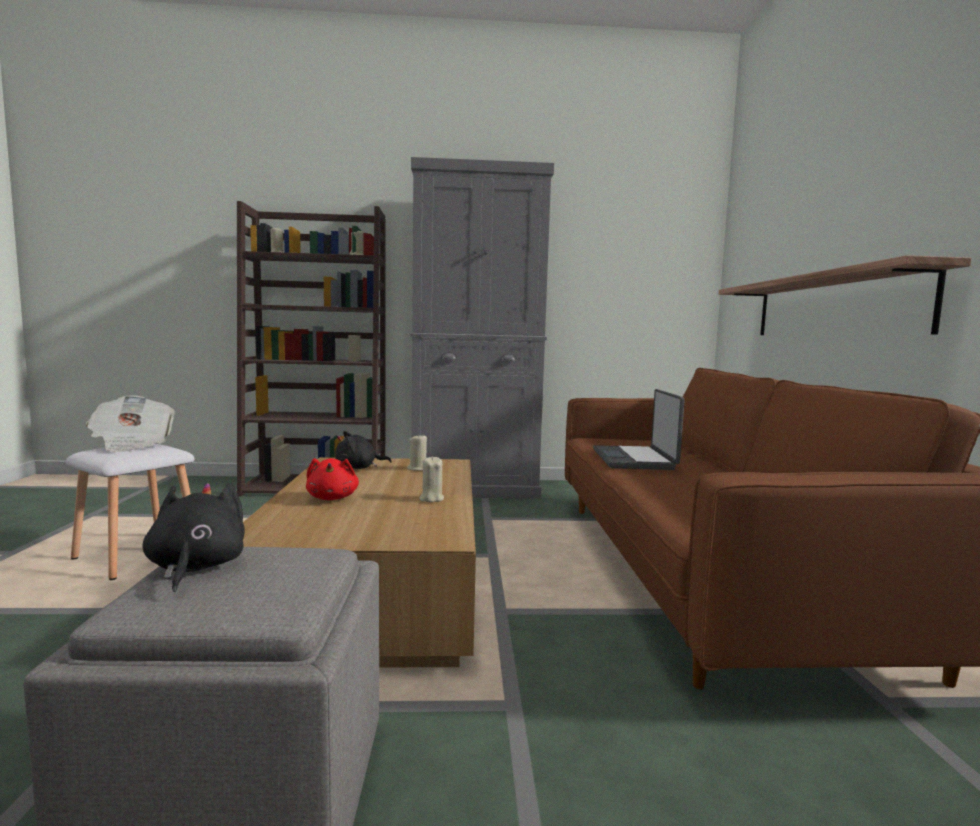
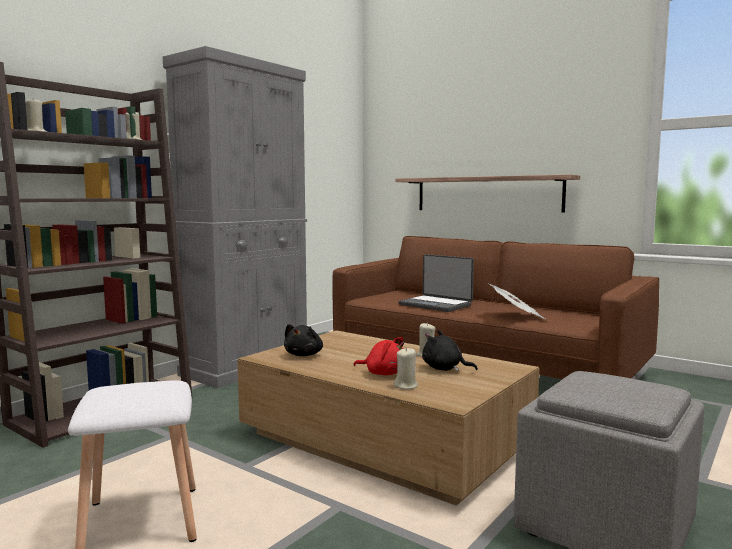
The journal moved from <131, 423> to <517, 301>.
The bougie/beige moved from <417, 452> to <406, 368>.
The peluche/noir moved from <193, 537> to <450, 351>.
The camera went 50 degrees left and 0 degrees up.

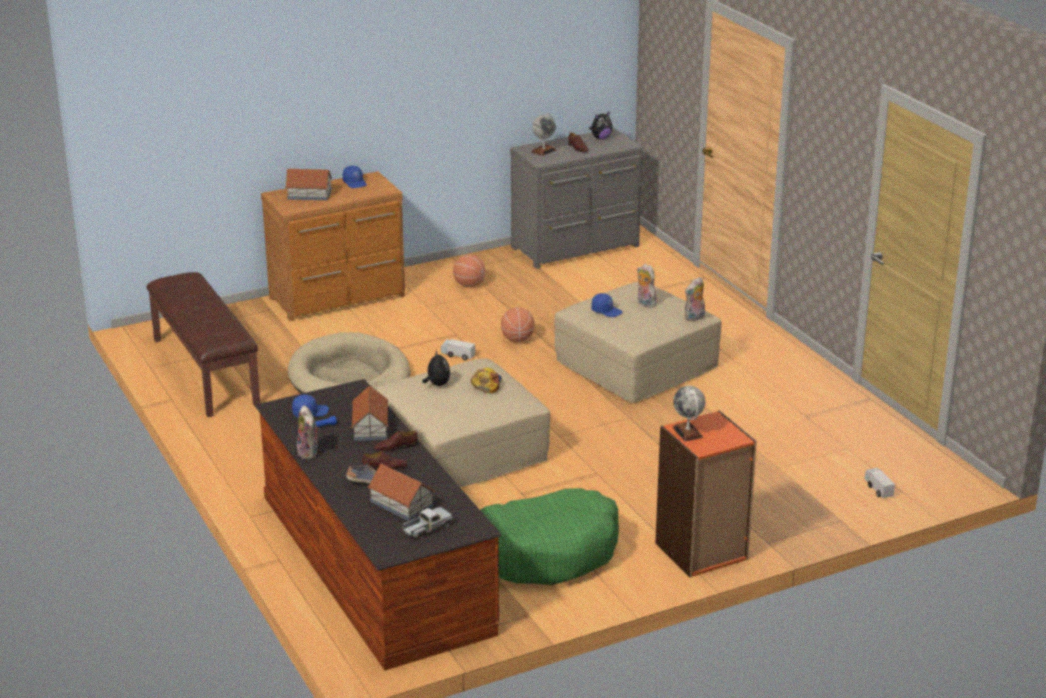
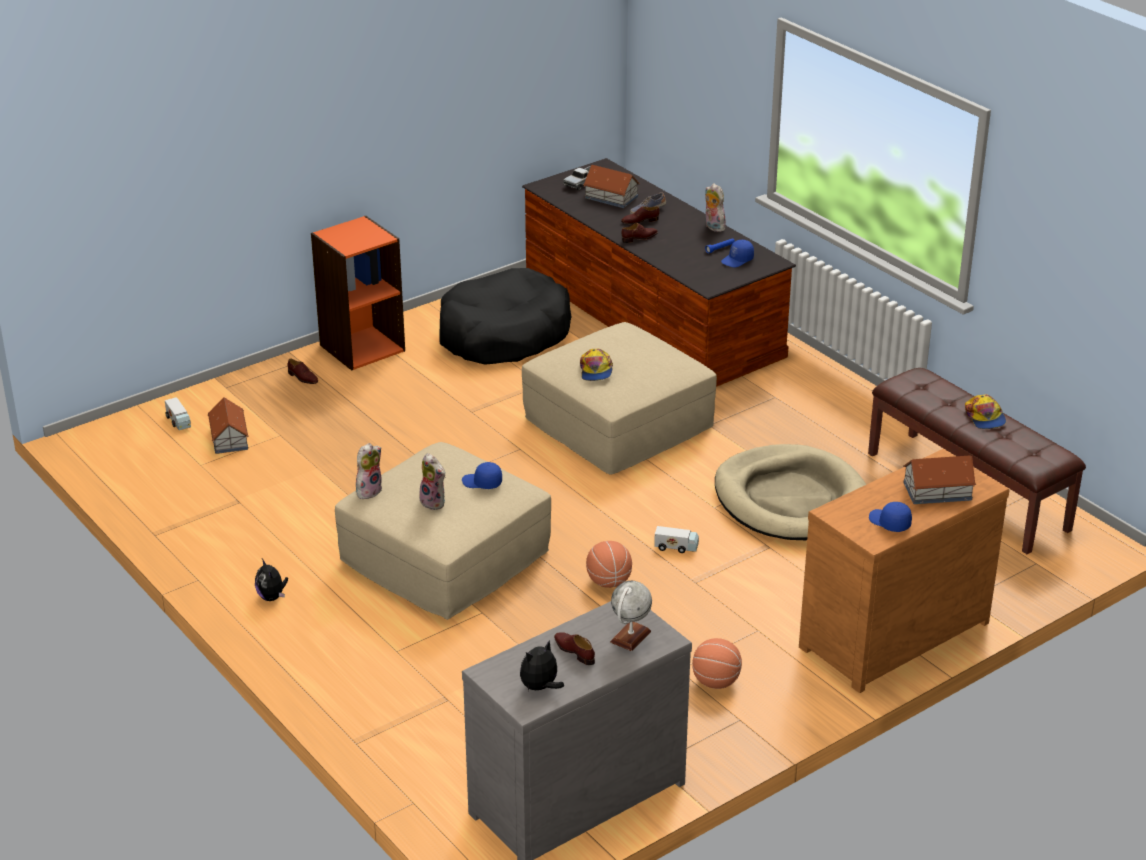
The peluche moved from <436, 368> to <271, 580>.
The maison miniature moved from <370, 413> to <228, 425>.
The globe at <688, 413> disappeared.
The panier pour chien/vert at <549, 536> became the panier pour chien/noir at <505, 316>.
The chaussure/marron at <303, 371> appeared.
The casquette at <985, 411> appeared.
The camera went 170 degrees right and 5 degrees up.

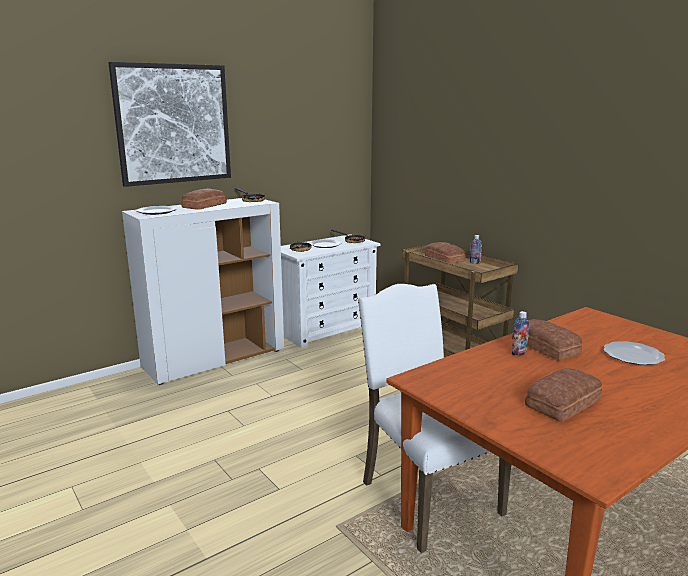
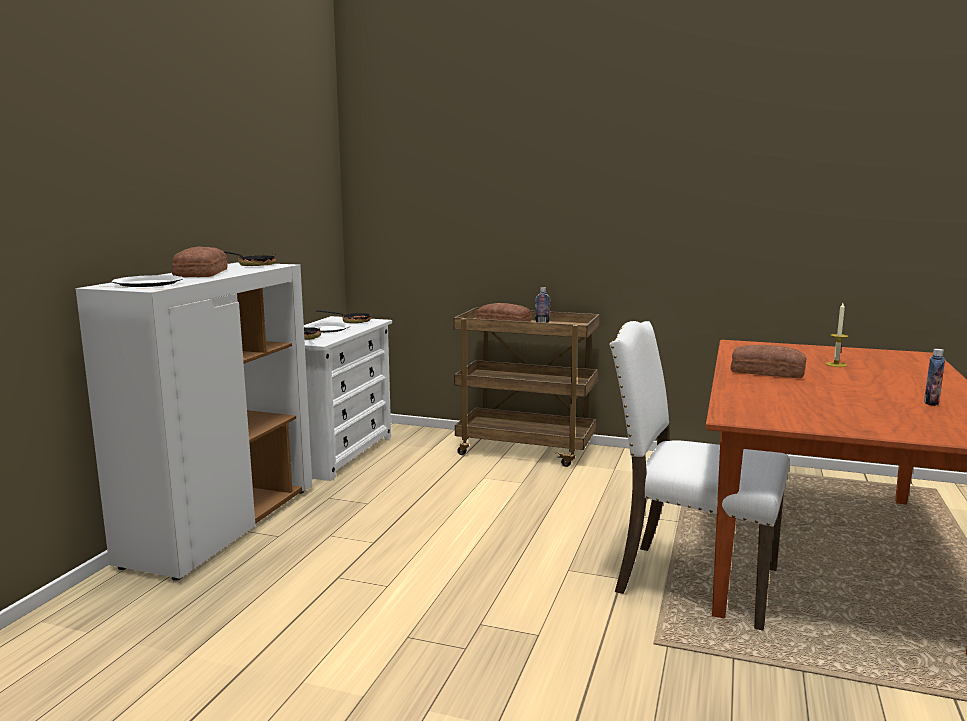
The tableau at <169, 124> disappeared.
The bouteille moved from <521, 333> to <934, 377>.
The assiette at <634, 353> was replaced by the bougie at <837, 335>.
The pain at <563, 395> disappeared.
The camera went 35 degrees left and 5 degrees down.

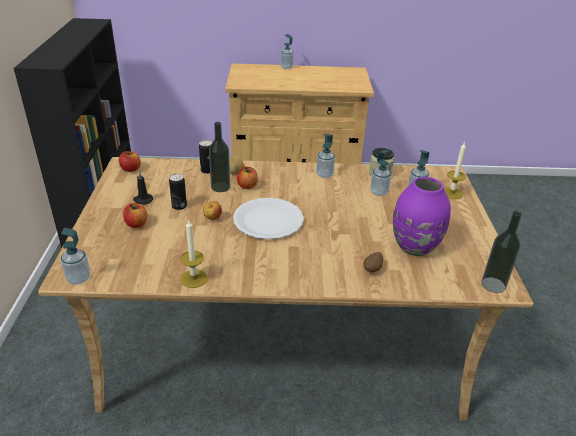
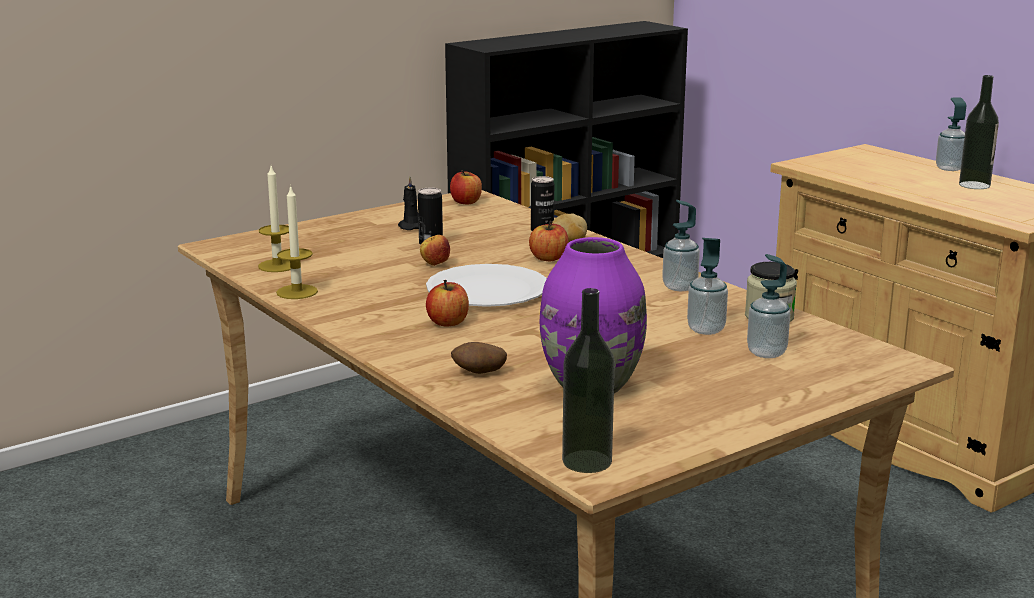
The bouteille moved from <219, 157> to <979, 132>.
The bougie moved from <455, 170> to <274, 219>.
The pomme moved from <135, 215> to <447, 303>.
The distributeur de savon at <75, 256> disappeared.
The camera went 55 degrees right and 15 degrees down.

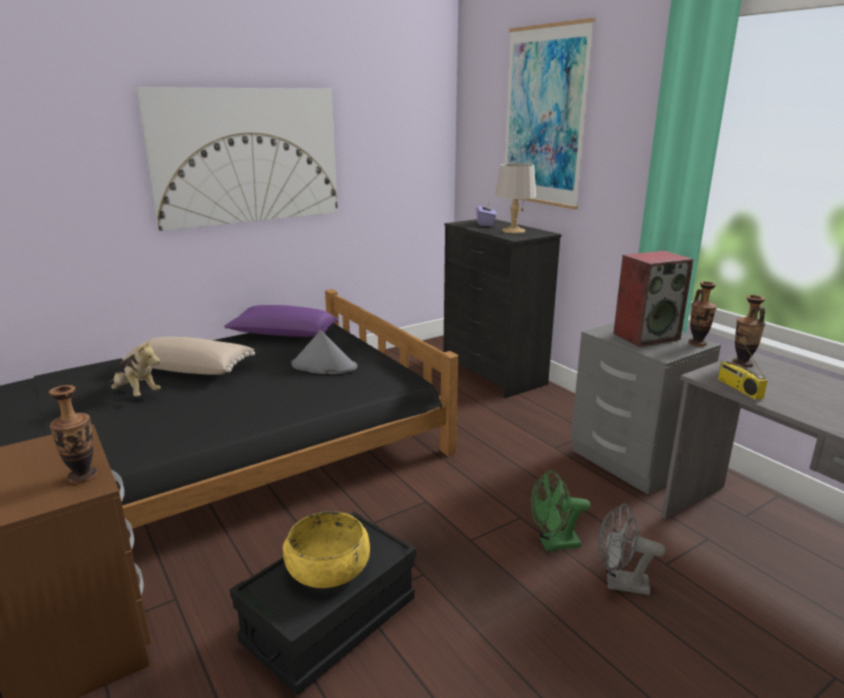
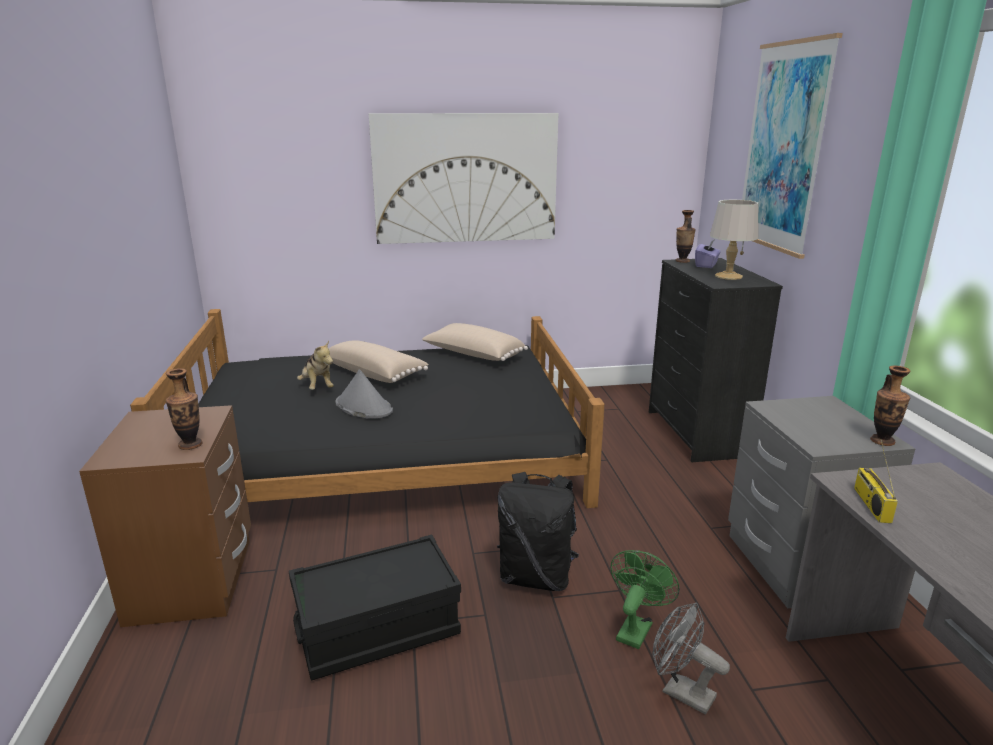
The enceinte at <653, 299> disappeared.
The vase moved from <748, 331> to <685, 236>.
The coussin/violet at <281, 321> became the coussin/beige at <475, 342>.
The chapeau/gris moved from <324, 352> to <364, 393>.
The ventilateur/vert at <560, 510> turned 105 degrees clockwise.
The bol/jaune at <326, 550> disappeared.
The sac à dos/noir at <538, 531> appeared.
The camera went 25 degrees right and 0 degrees up.

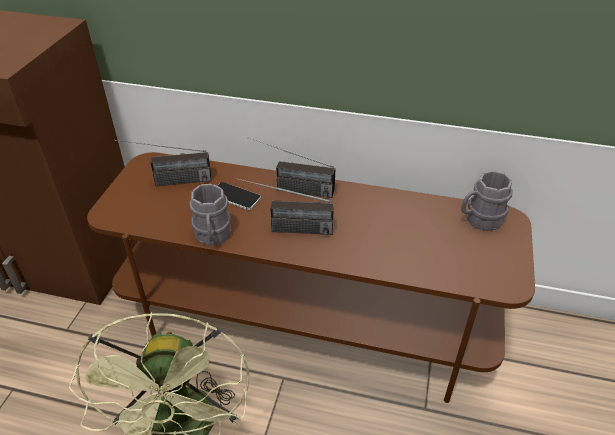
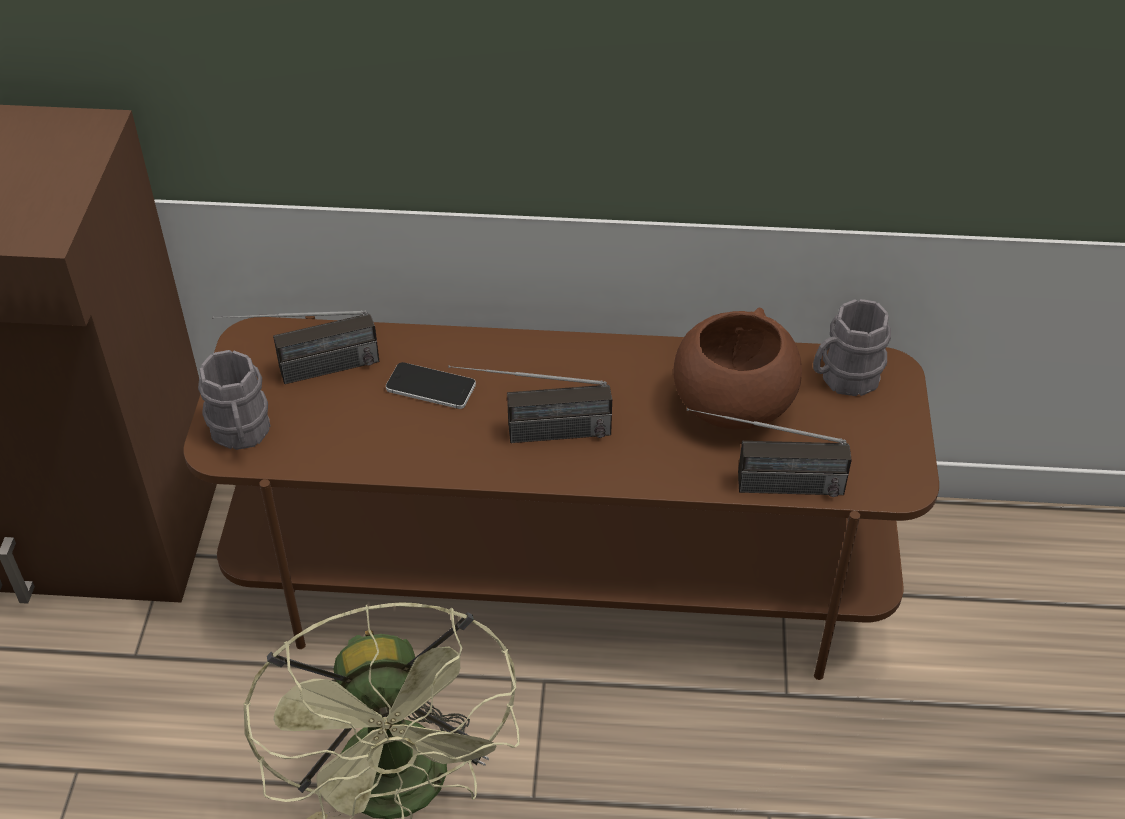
The radio moved from <292, 167> to <769, 452>.
The mug/gris moved from <210, 214> to <234, 400>.
The bol/marron at <737, 368> appeared.
The camera went 10 degrees left and 5 degrees up.

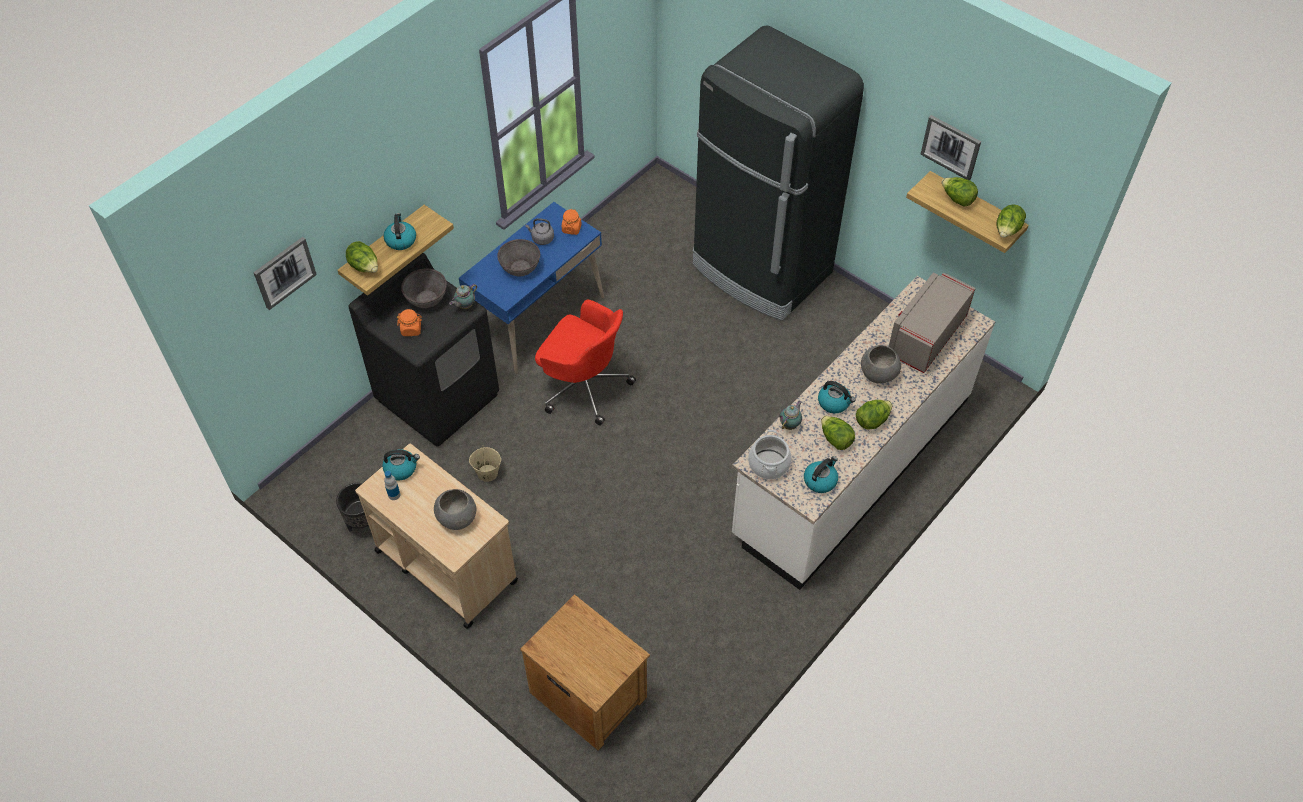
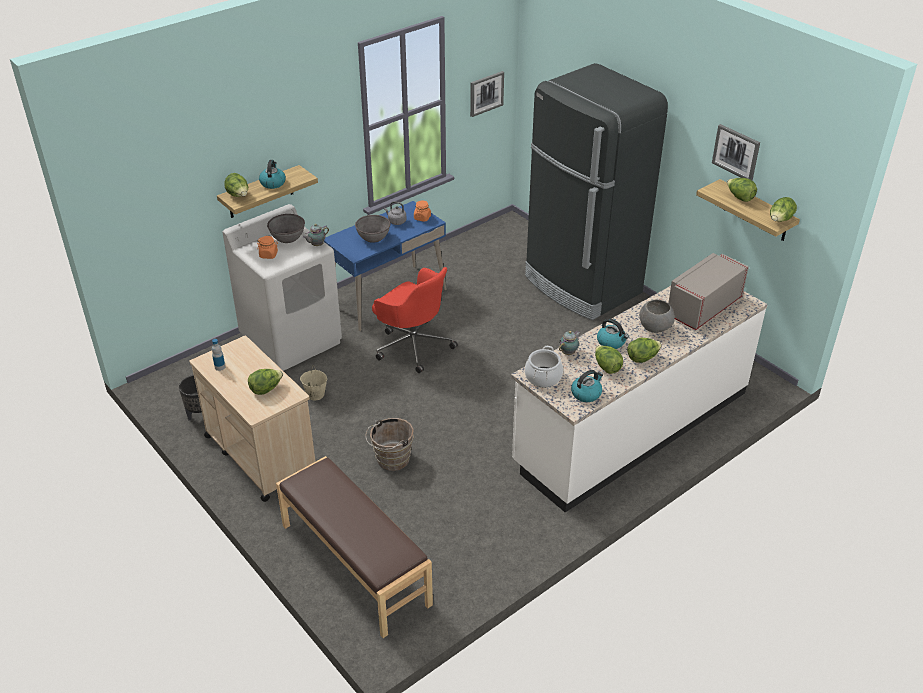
The tableau moved from <285, 273> to <487, 94>.
The lave-linge/noir at <424, 350> became the lave-linge/blanc at <282, 287>.
The bouilloire at <401, 465> disappeared.
The bol/gris at <455, 509> was replaced by the laitue at <265, 382>.
The table de chevet/marron at <585, 672> was replaced by the banc/marron at <354, 547>.
The seau/marron at <390, 444> appeared.
The camera went 10 degrees right and 15 degrees down.

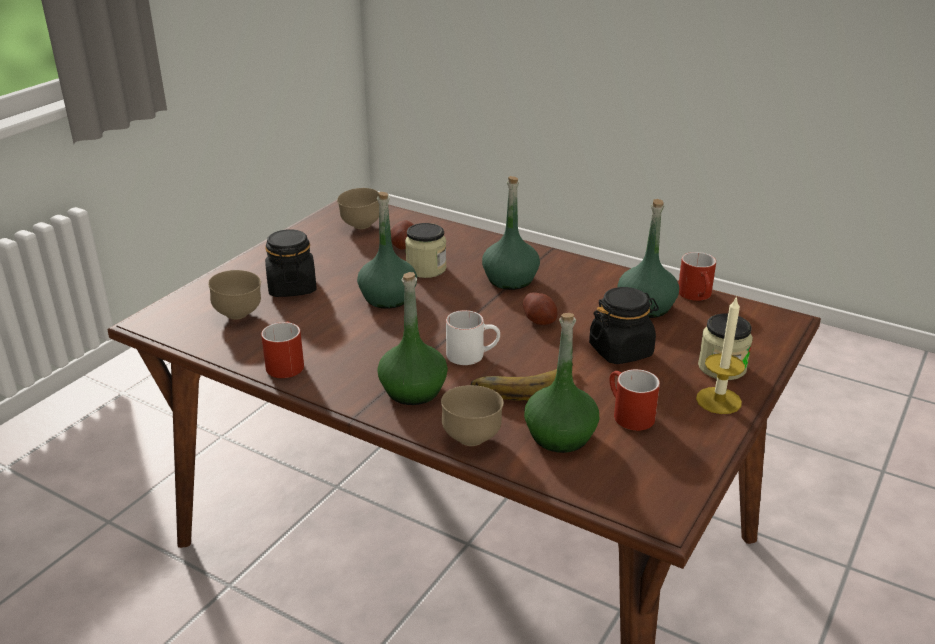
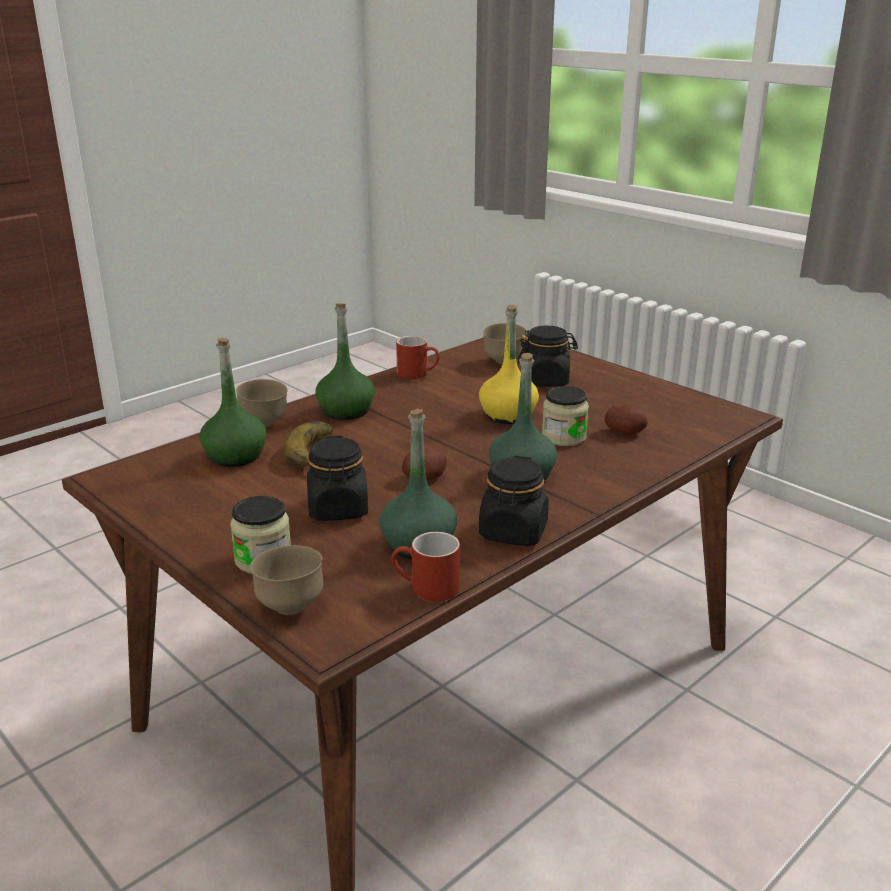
The bol/marron moved from <358, 208> to <286, 580>.
The bouteille/vert at <387, 250> became the bouteille/jaune at <509, 364>.
The bougie at <720, 355> disappeared.
The mug/blanc at <473, 337> disappeared.
The mug/rouge at <635, 400> disappeared.
The bocal/noir at <514, 500> appeared.
The camera went 105 degrees right and 5 degrees down.

